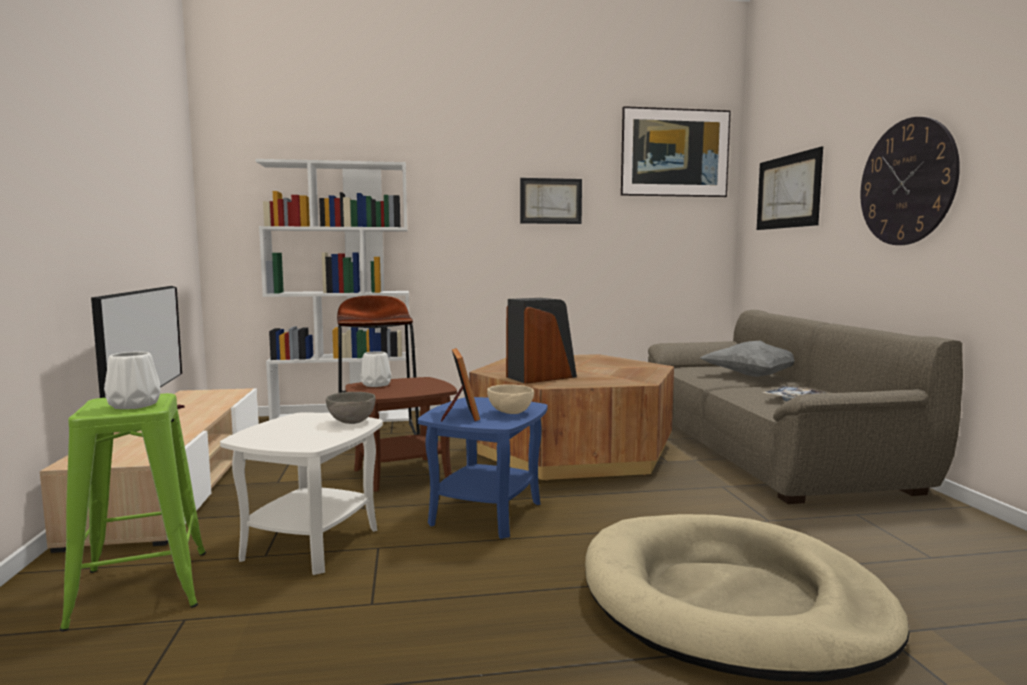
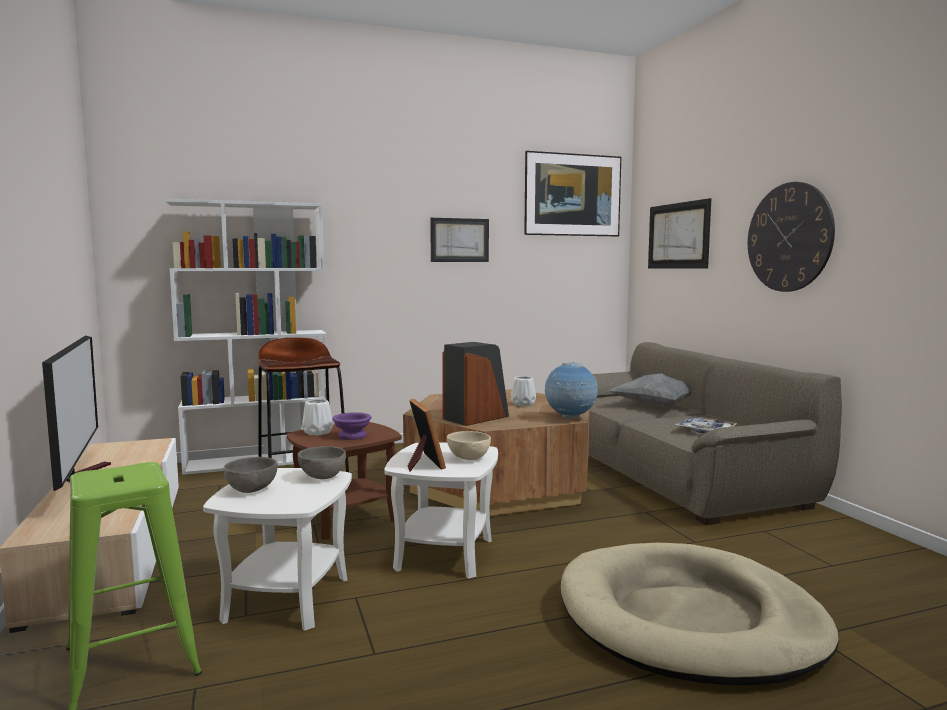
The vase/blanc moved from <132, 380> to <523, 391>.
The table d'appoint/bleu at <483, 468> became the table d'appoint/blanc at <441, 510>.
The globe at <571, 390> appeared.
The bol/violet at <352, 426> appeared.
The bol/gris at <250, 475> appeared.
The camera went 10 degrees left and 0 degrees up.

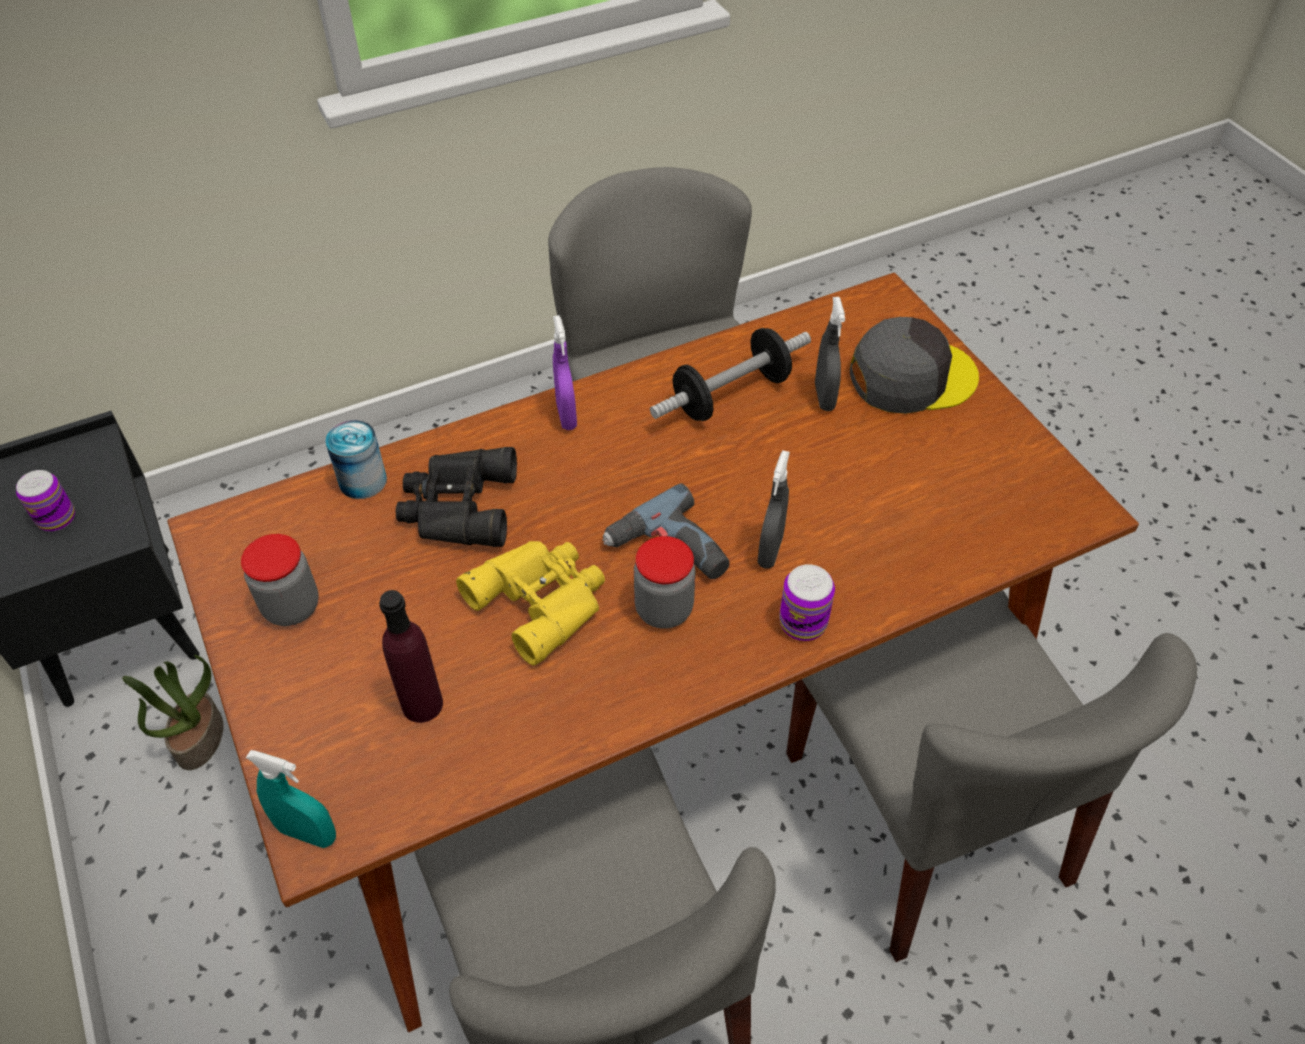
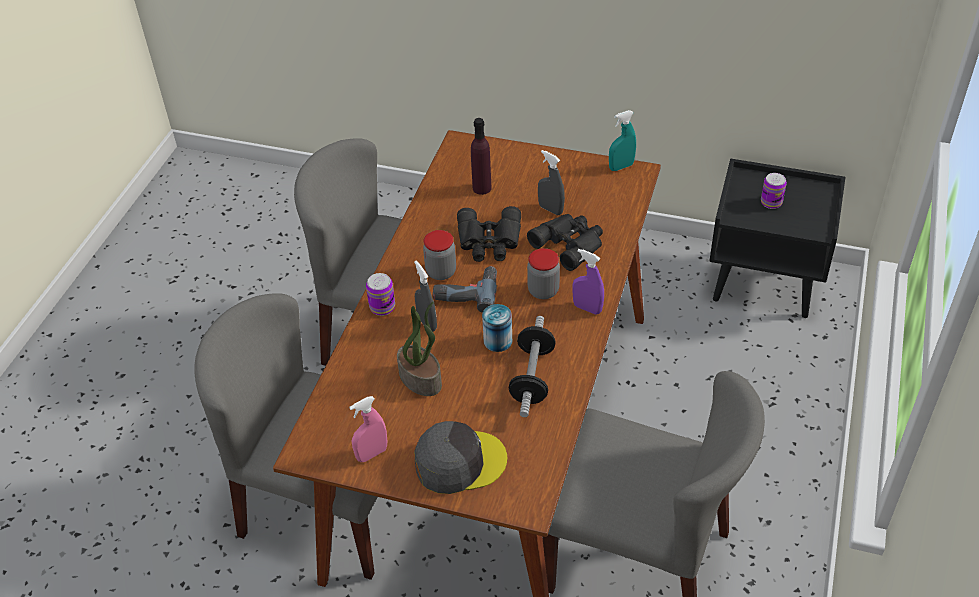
The vaporisateur/gris moved from <830, 354> to <551, 182>.
The casquette/gris at <914, 365> turned 135 degrees counterclockwise.
The boîte métallique moved from <356, 459> to <497, 328>.
The bocal moved from <280, 580> to <543, 273>.
The jumelles/jaune at <530, 603> became the jumelles/noir at <489, 234>.
The plante en pot moved from <172, 712> to <419, 348>.
The vaporisateur/turquoise moved from <291, 799> to <622, 140>.
The vaporisateur/rose at <368, 429> appeared.
The camera went 135 degrees right and 5 degrees down.

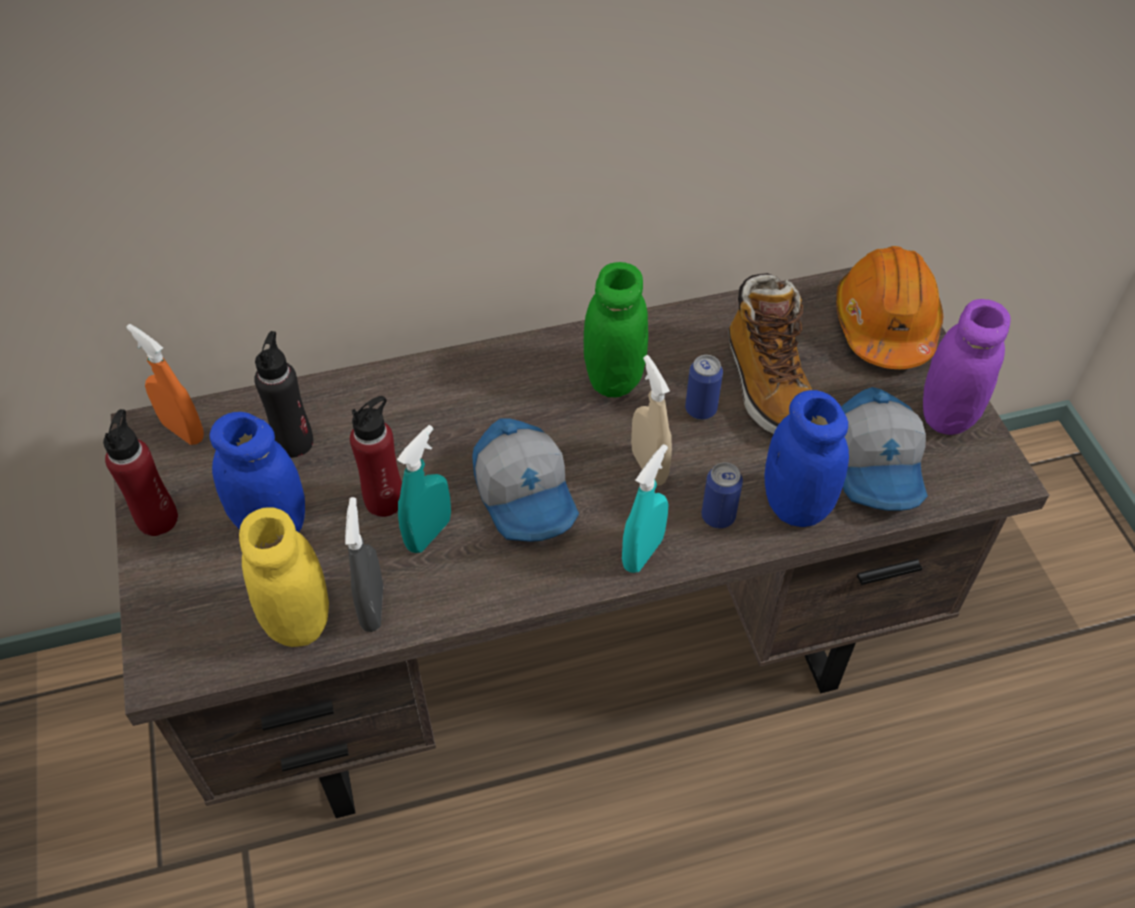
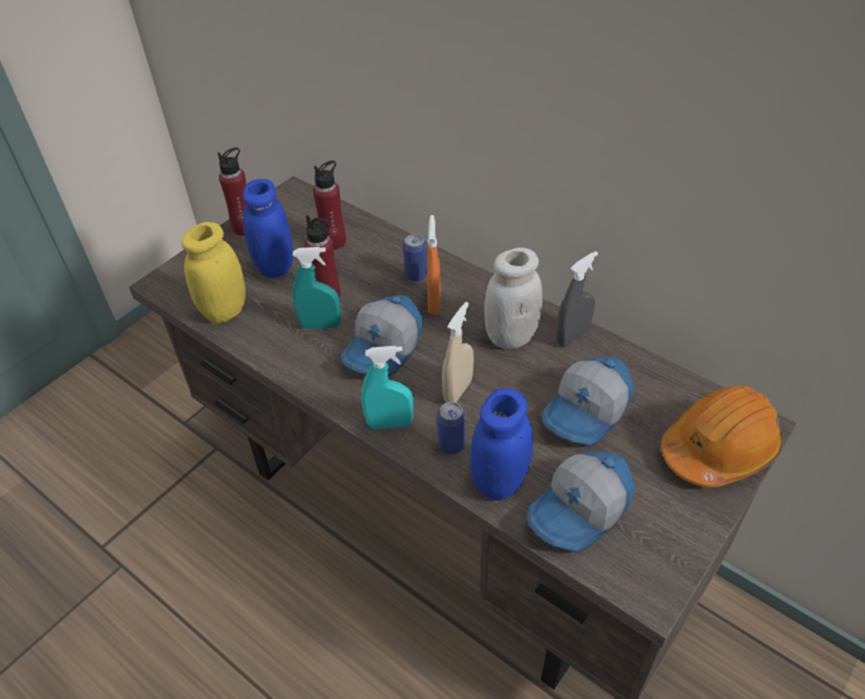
The bocal/vert at <616, 329> became the bocal/blanc at <513, 298>.
The botte at <770, 353> was replaced by the casquette at <587, 401>.
The bocal/violet at <967, 367> disappeared.
The vaporisateur/orange moved from <165, 384> to <434, 265>.
The bouteille/noir at <283, 394> became the bouteille/rouge at <329, 205>.
The boîte métallique moved from <704, 387> to <415, 258>.
The vaporisateur/gris moved from <364, 564> to <577, 298>.
The camera went 55 degrees right and 5 degrees down.

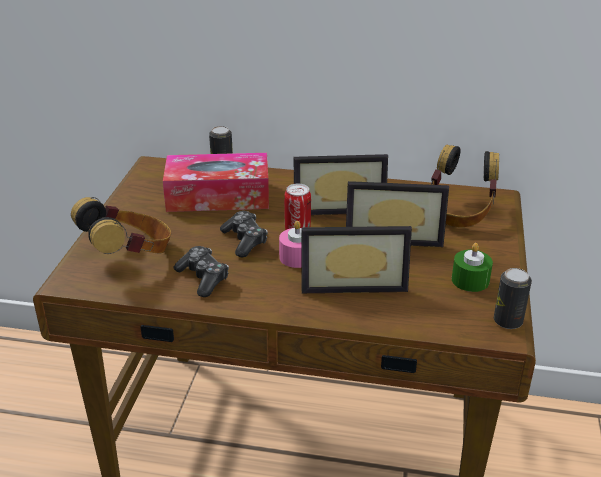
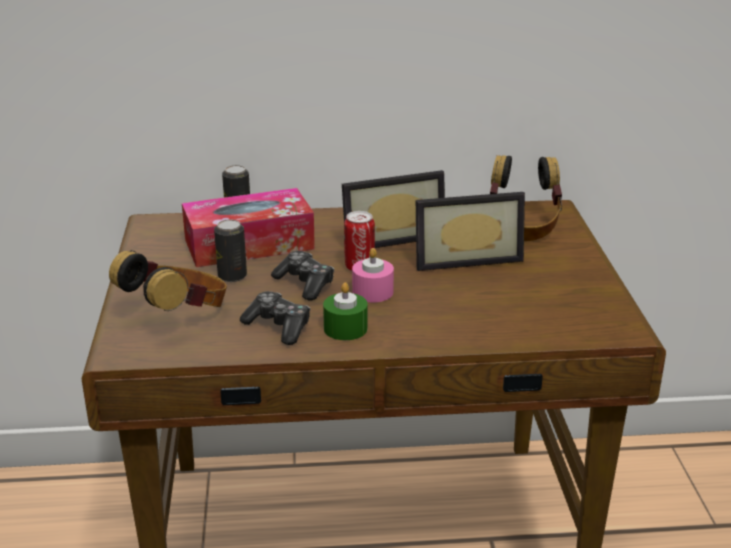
The cadre photo at <357, 259> disappeared.
The bougie/vert moved from <472, 267> to <345, 311>.
The boîte métallique moved from <513, 298> to <230, 250>.
The camera went 15 degrees left and 5 degrees down.

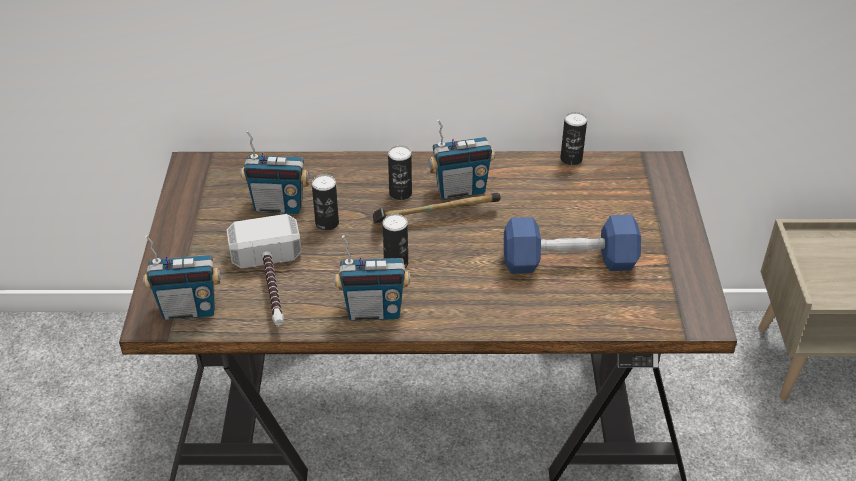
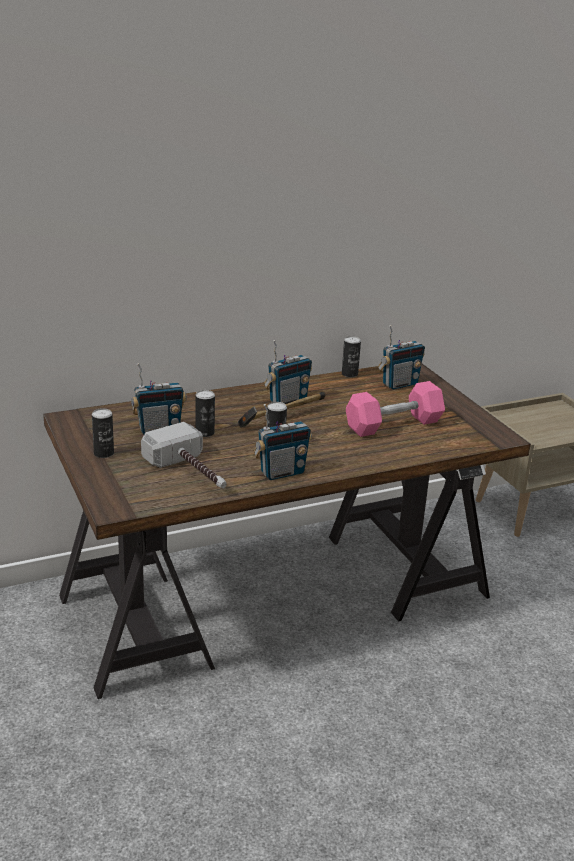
The boîte métallique moved from <400, 172> to <103, 433>.
The haltère/bleu at <572, 244> became the haltère/rose at <395, 409>.
The radio moved from <182, 277> to <401, 357>.
The camera went 25 degrees left and 15 degrees down.

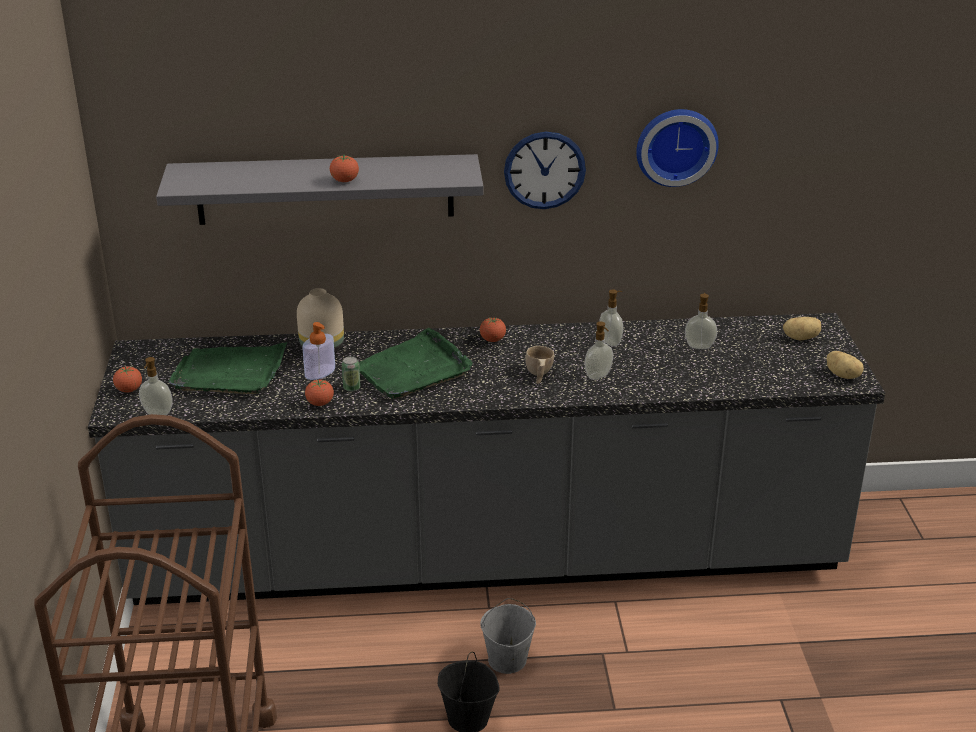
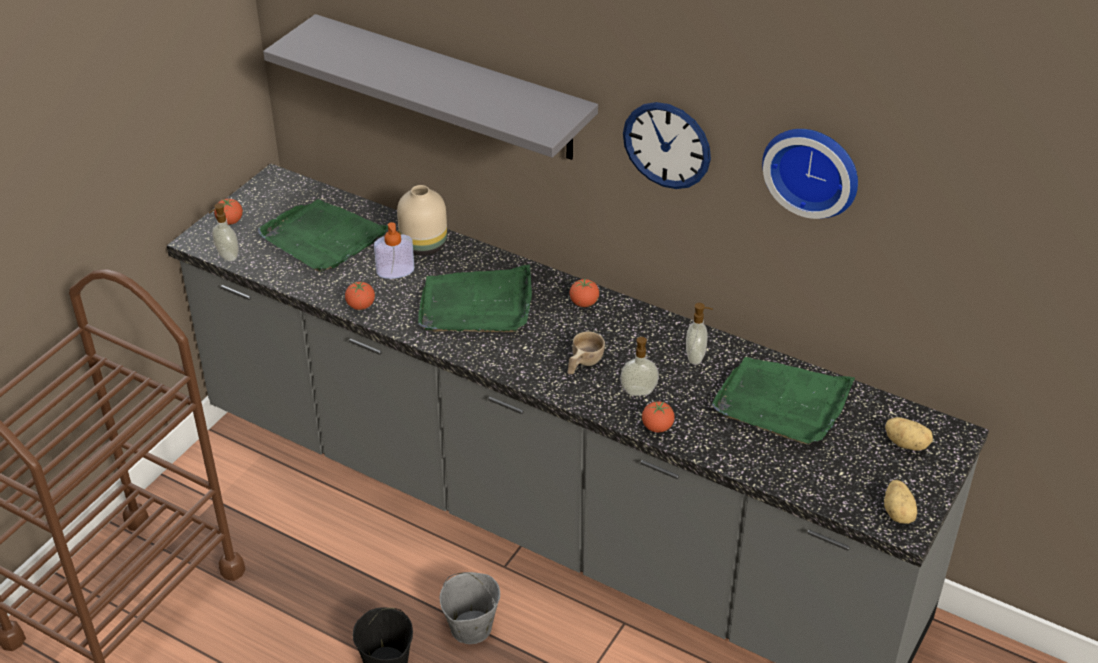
The tomate moved from <344, 168> to <658, 417>.
The distributeur de savon at <701, 321> was replaced by the plateau/vert at <783, 401>.
The boîte métallique at <351, 374> disappeared.
The camera went 35 degrees right and 10 degrees up.

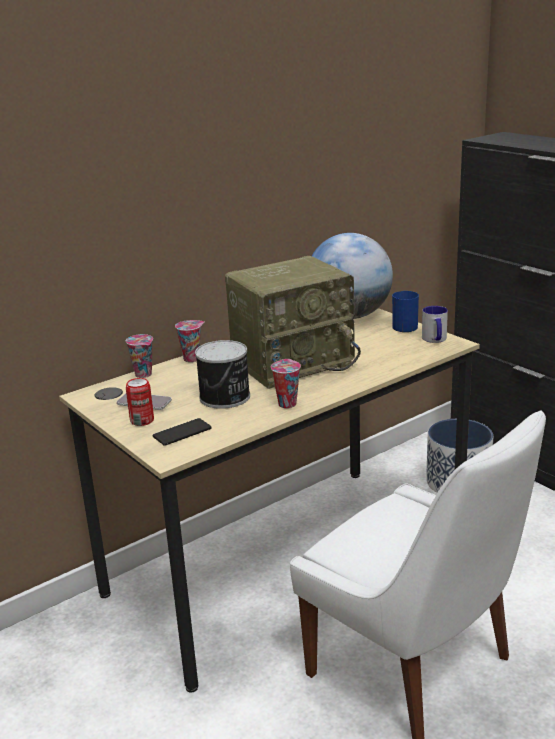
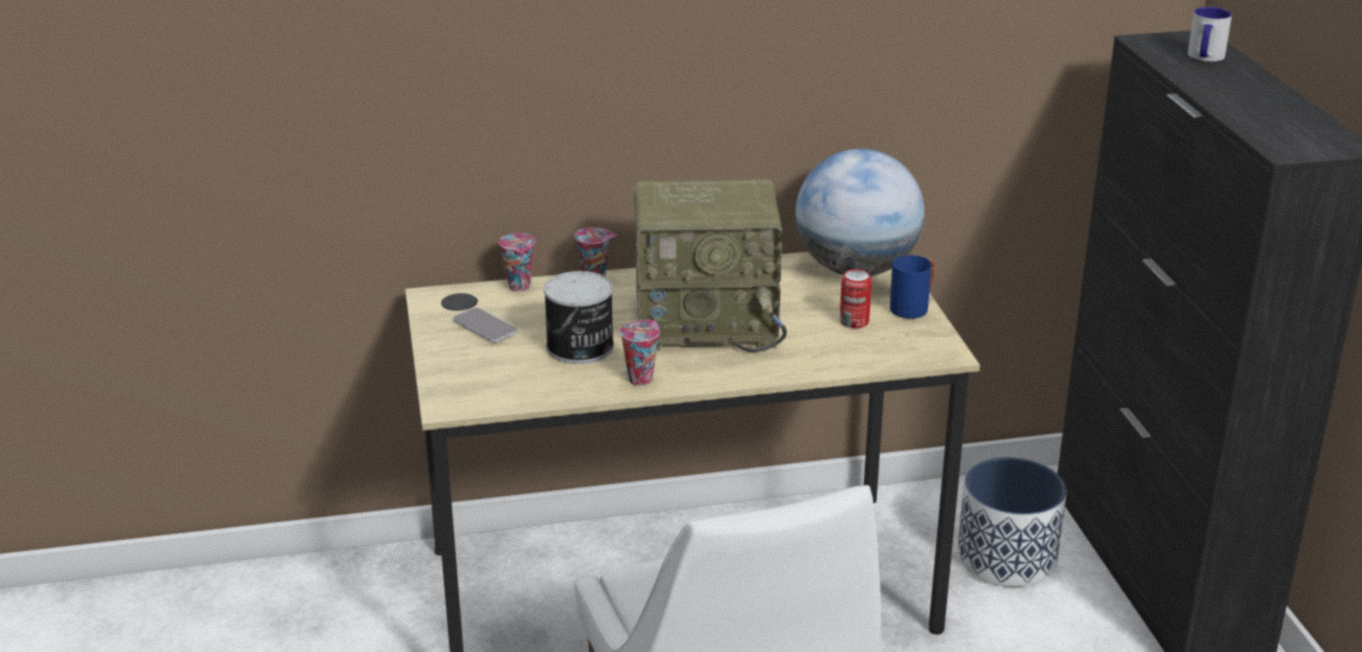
The mug moved from <435, 324> to <1210, 34>.
The boîte métallique moved from <140, 402> to <856, 298>.
The téléphone at <182, 432> disappeared.
The camera went 25 degrees right and 5 degrees up.

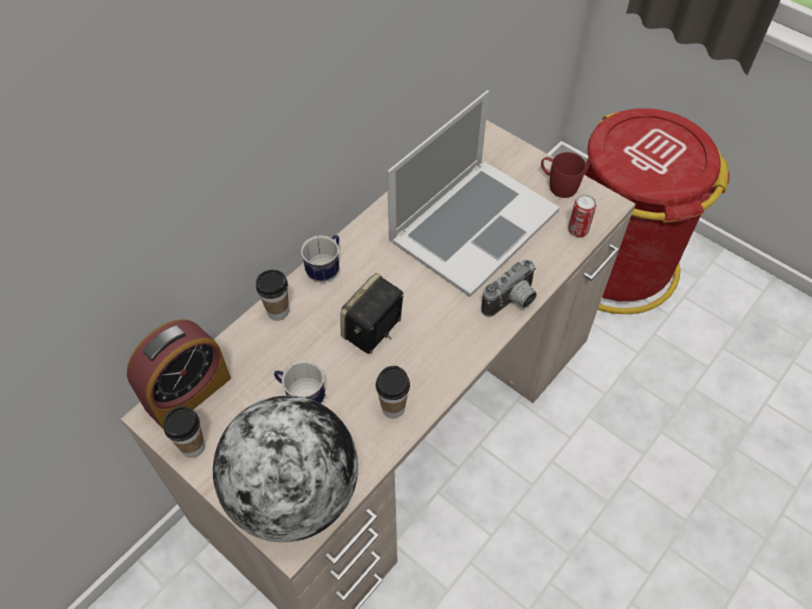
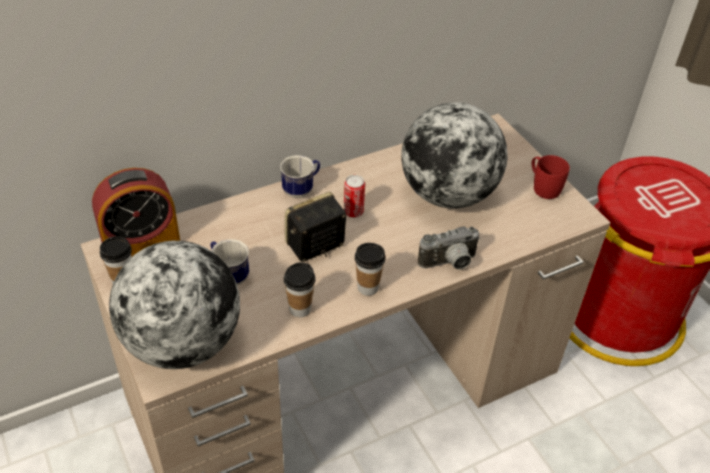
The ordinateur portable at <473, 193> was replaced by the globe at <454, 155>.
The boîte métallique moved from <582, 215> to <354, 196>.
The tasse moved from <272, 295> to <370, 269>.
The camera went 20 degrees right and 10 degrees down.

